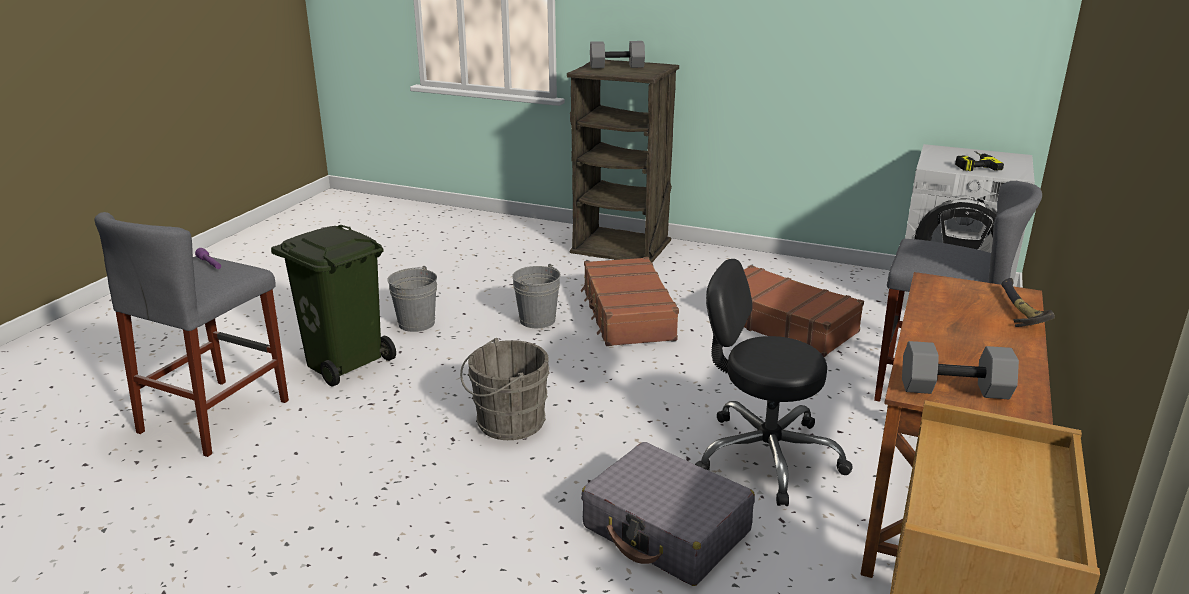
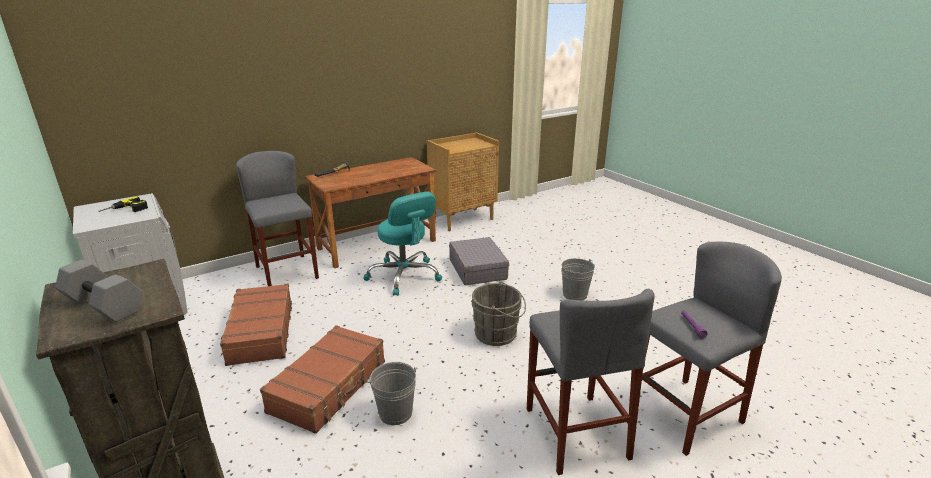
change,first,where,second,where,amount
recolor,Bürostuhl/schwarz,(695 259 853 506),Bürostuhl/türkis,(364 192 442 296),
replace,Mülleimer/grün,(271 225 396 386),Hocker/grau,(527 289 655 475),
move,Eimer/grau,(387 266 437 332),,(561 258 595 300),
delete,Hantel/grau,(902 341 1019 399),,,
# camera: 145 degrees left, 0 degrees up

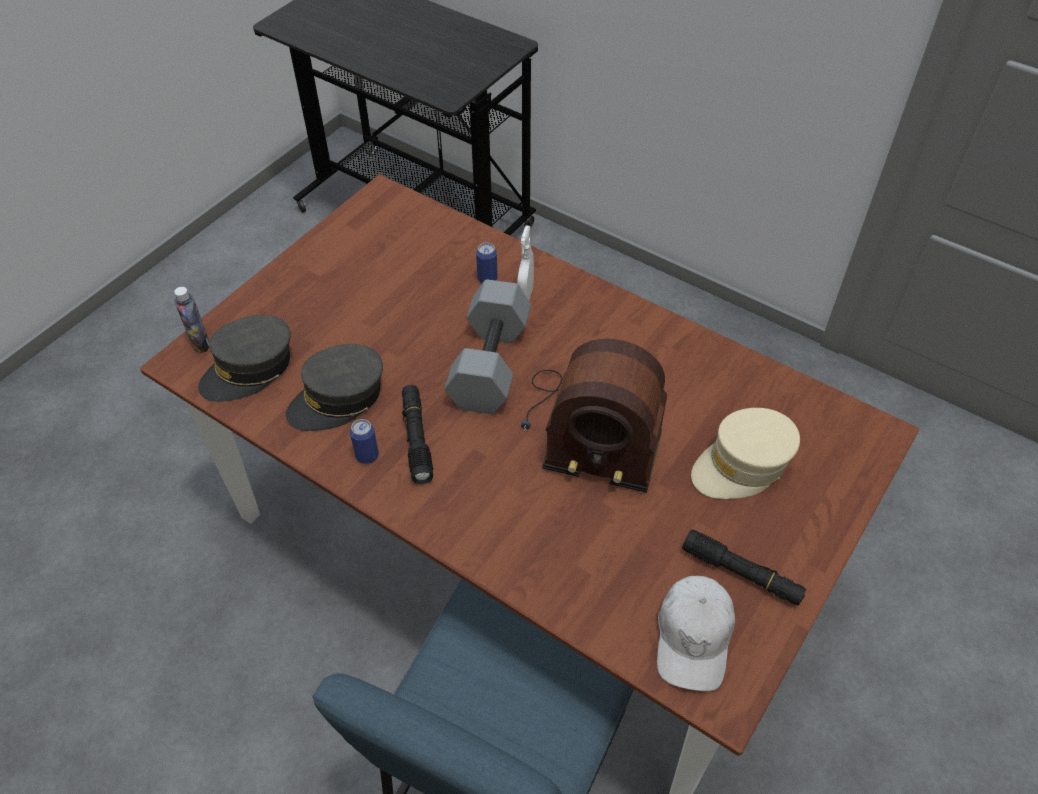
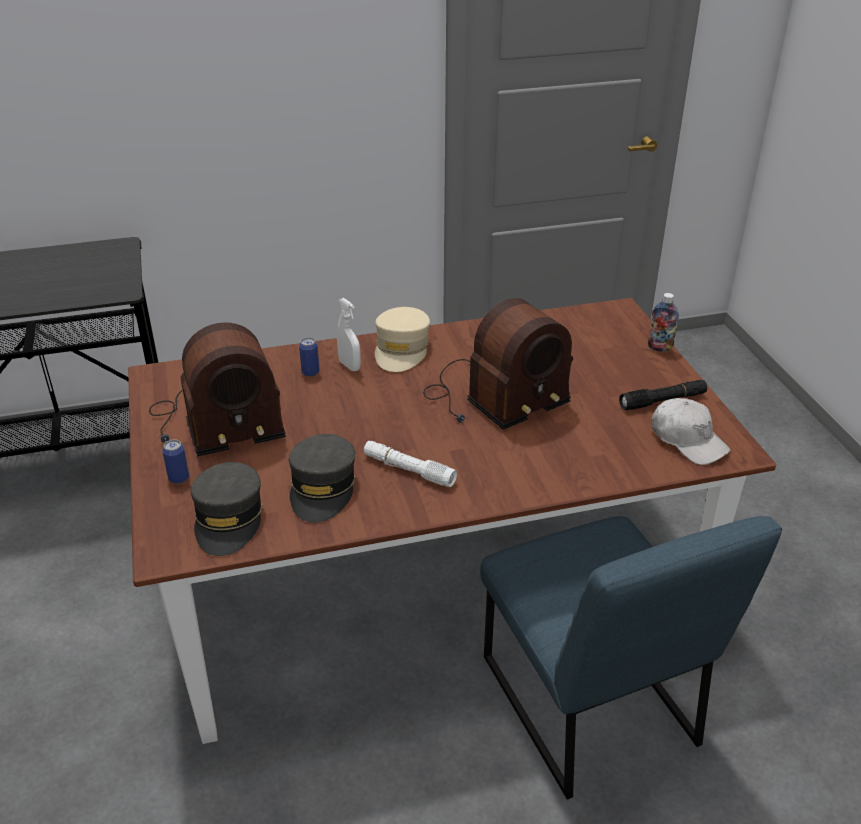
change,first,where,second,where,amount
insert,,,Radio,(149 323 286 456),
move,Dose,(350 419 379 464),,(162 439 189 484),
recolor,Taschenlampe/schwarz,(402 385 433 484),Taschenlampe/weiß,(364 441 457 487),
move,Kappe/beige,(691 408 800 499),,(375 307 430 372),
move,Flasche,(174 287 210 353),,(648 293 679 352),
delete,Hantel/grau,(444 279 531 414),,,
# camera: 50 degrees left, 15 degrees down

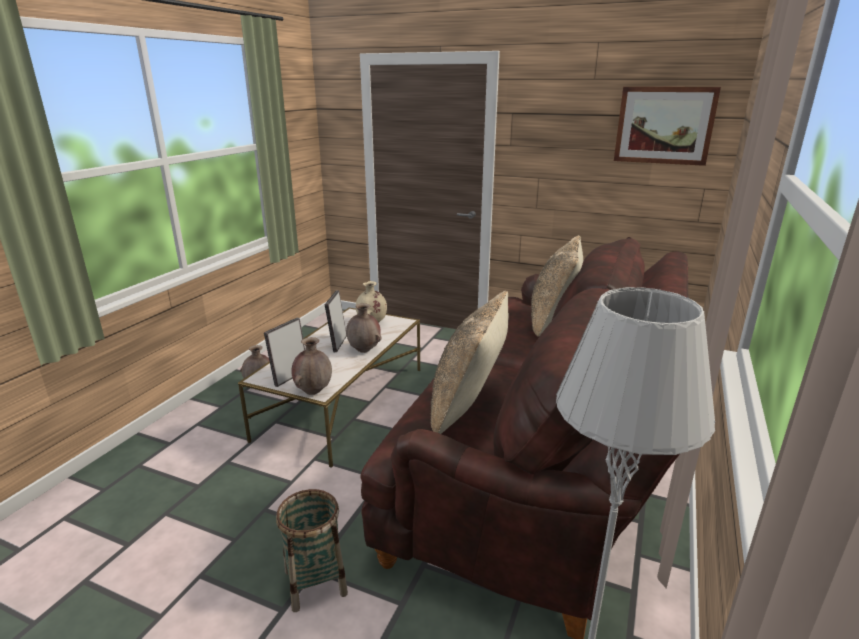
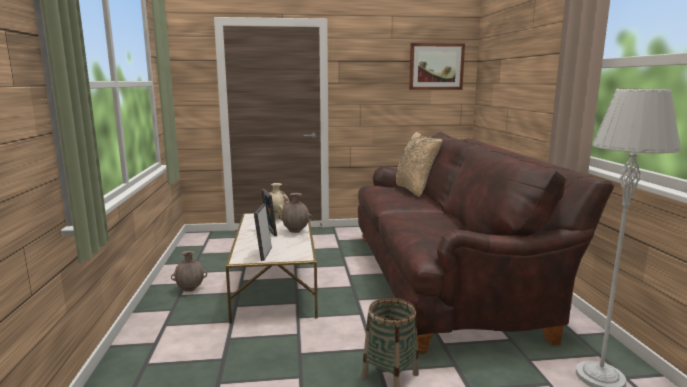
change,first,where,second,where,amount
delete,Vase/braun,(292 337 332 395),,,
delete,Kissen/beige,(430 290 508 434),,,
# camera: 30 degrees left, 10 degrees down

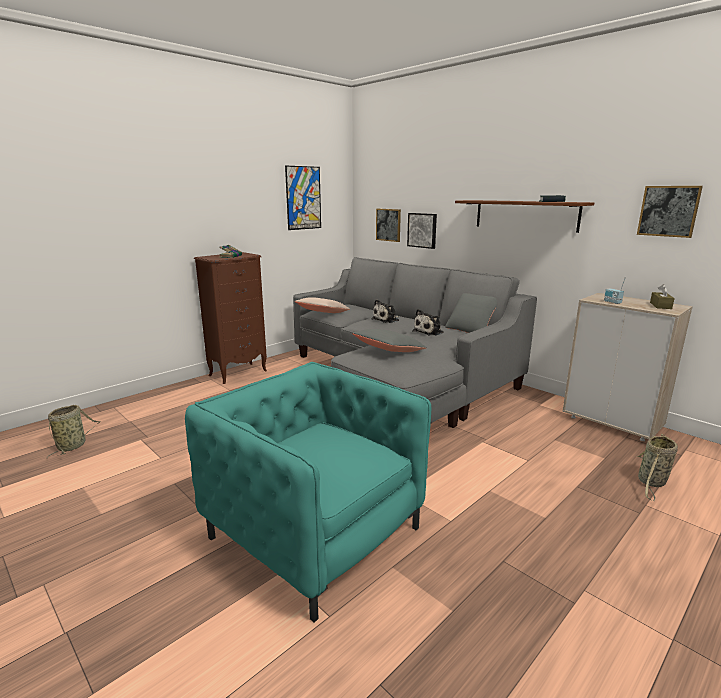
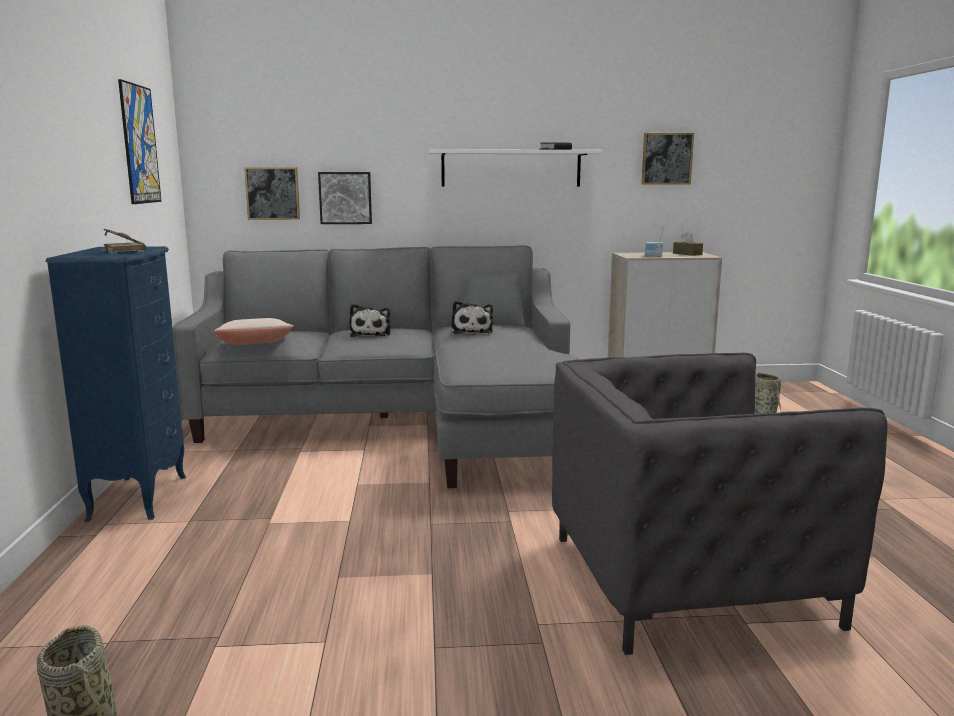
change,first,where,second,where,amount
recolor,Kommode/braun,(194 252 267 384),Kommode/blau,(46 246 186 522),
recolor,Wandregal/braun,(455 200 594 233),Wandregal/weiß,(428 149 602 187),
recolor,Sessel/türkis,(185 362 431 623),Sessel/grau,(552 353 887 655),
delete,Kissen/grau,(352 329 427 352),,,
# camera: 50 degrees left, 5 degrees down

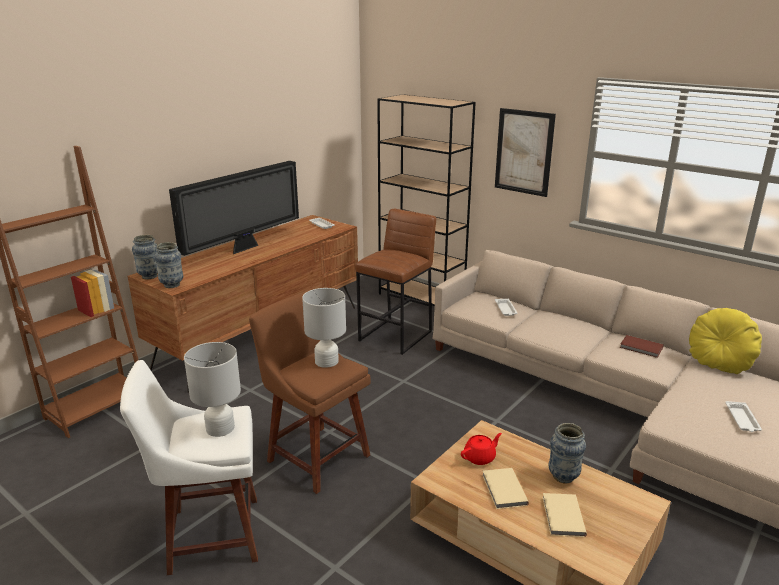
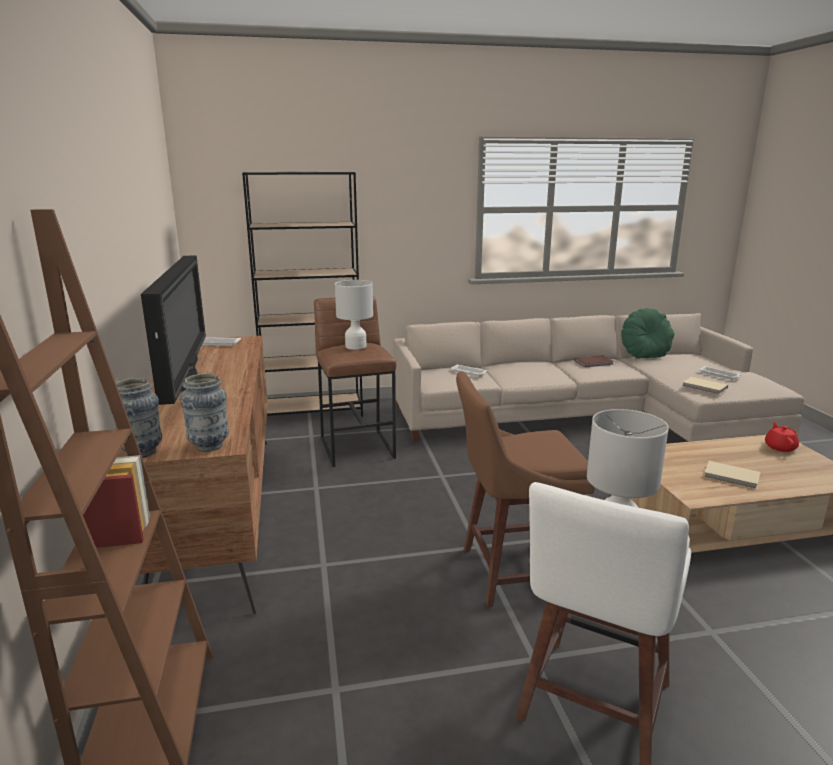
change,first,where,second,where,amount
move,Tischlampe/grau,(302 288 346 368),,(335 280 373 350),
recolor,Kissen/gelb,(689 308 762 374),Kissen/grün,(621 308 674 359),
move,Buch/beige,(542 493 587 537),,(682 377 728 394),
move,Teekanne/rot,(461 433 502 465),,(765 421 799 452),
delete,Bild,(495 108 556 197),,,
delete,Vase,(548 423 586 484),,,
# camera: 50 degrees left, 5 degrees down

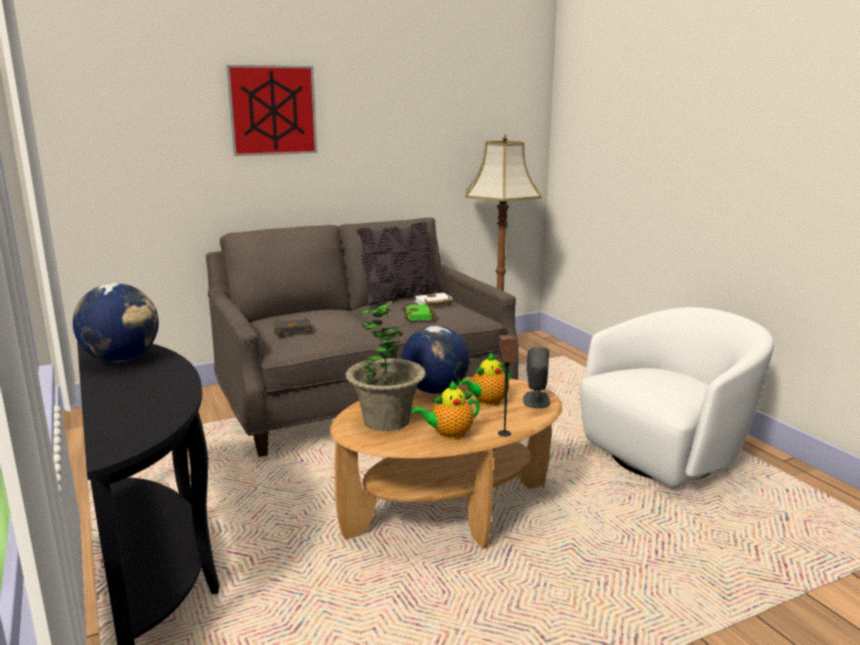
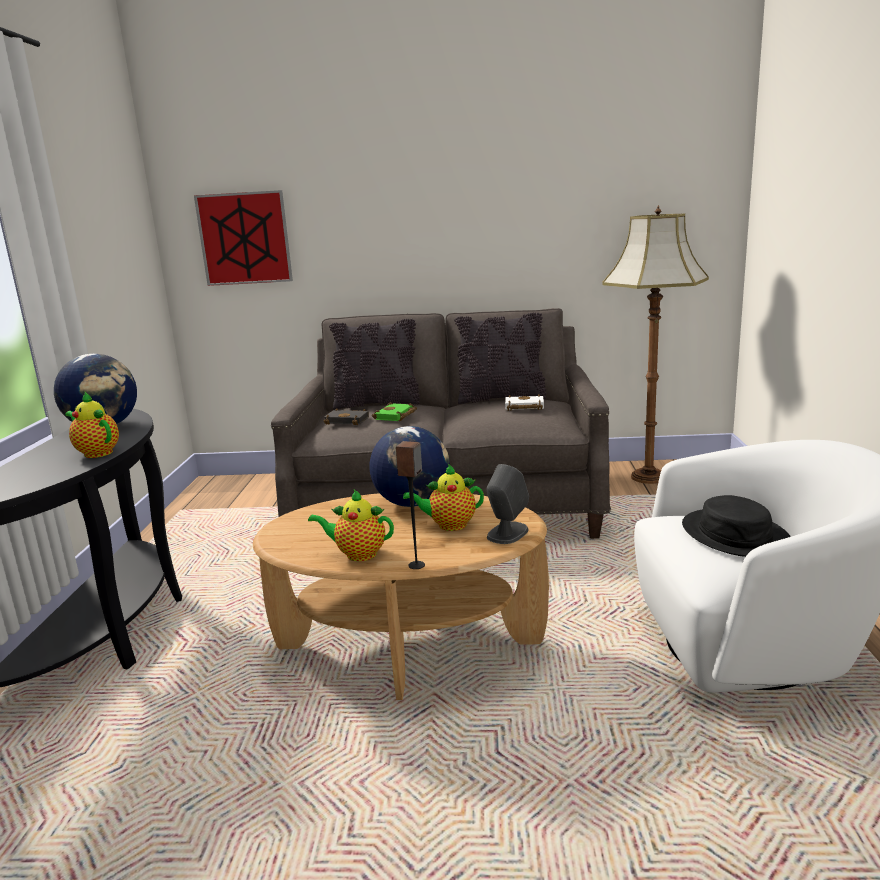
change,first,where,second,where,amount
insert,,,Teekanne,(65 392 119 458),
move,Bild,(226 65 317 156),,(194 190 293 286),
insert,,,Kissen/schwarz,(329 318 420 410),
move,Buch/grün,(402 303 436 321),,(372 402 417 421),
insert,,,Hut/schwarz,(682 495 791 557),
delete,Topfpflanze,(345 300 426 431),,,
# camera: 30 degrees right, 0 degrees up

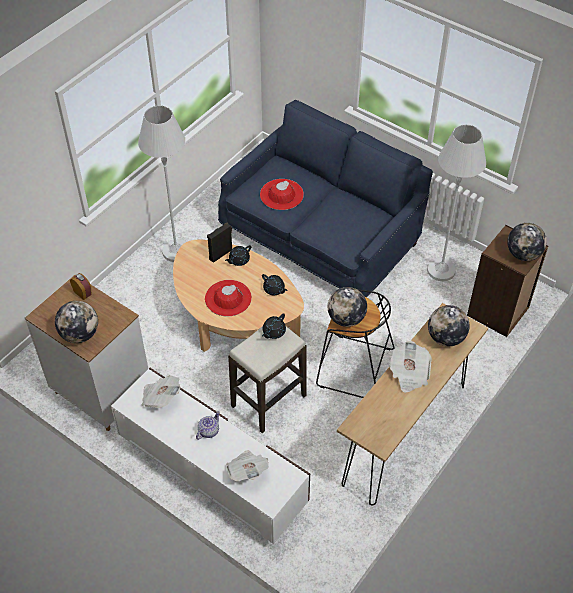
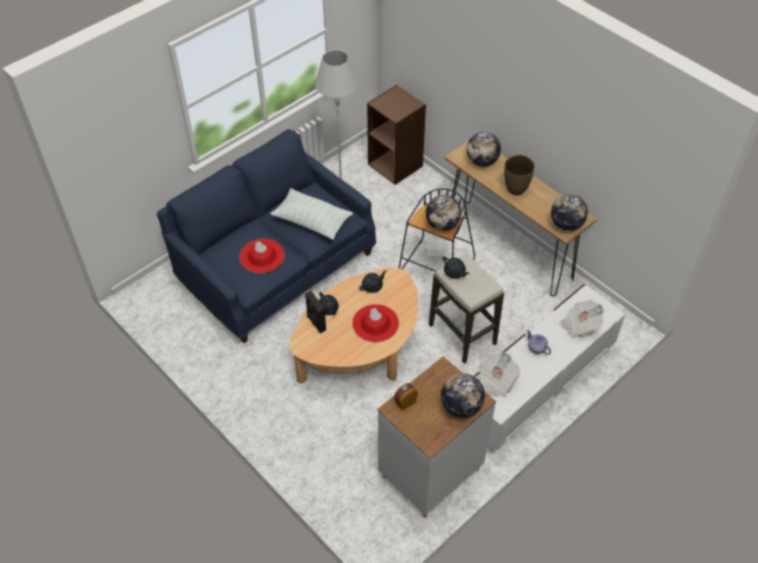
change,first,where,second,where,amount
insert,,,Kissen,(270 188 353 240),
replace,Zeitung,(389 341 432 393),Vase/braun,(504 155 535 195),
move,Globus,(507 223 547 261),,(551 194 588 231),
delete,Stehlampe/weiß,(138 105 186 262),,,
# camera: 80 degrees left, 0 degrees up

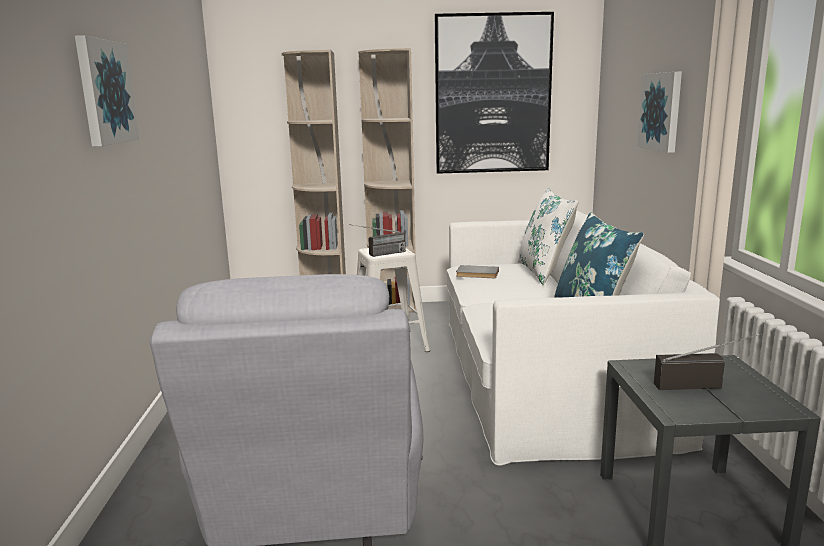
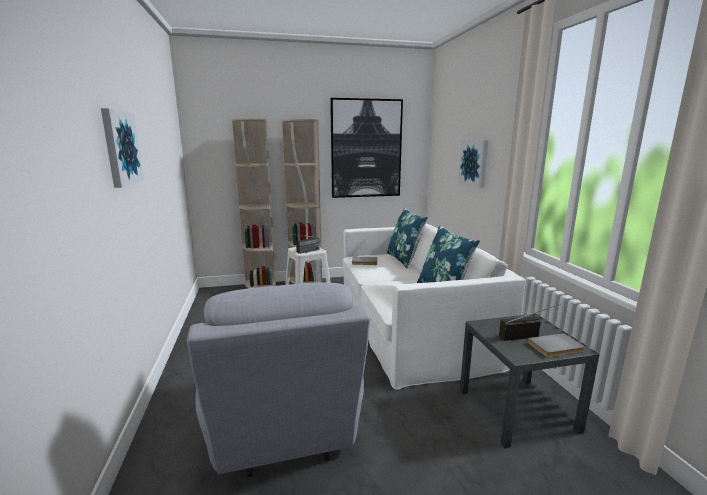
change,first,where,second,where,amount
recolor,Kissen/weiß,(518 188 579 285),Kissen/blau,(387 208 428 269),
insert,,,Buch/grau,(527 333 585 358),
# camera: 10 degrees left, 0 degrees up

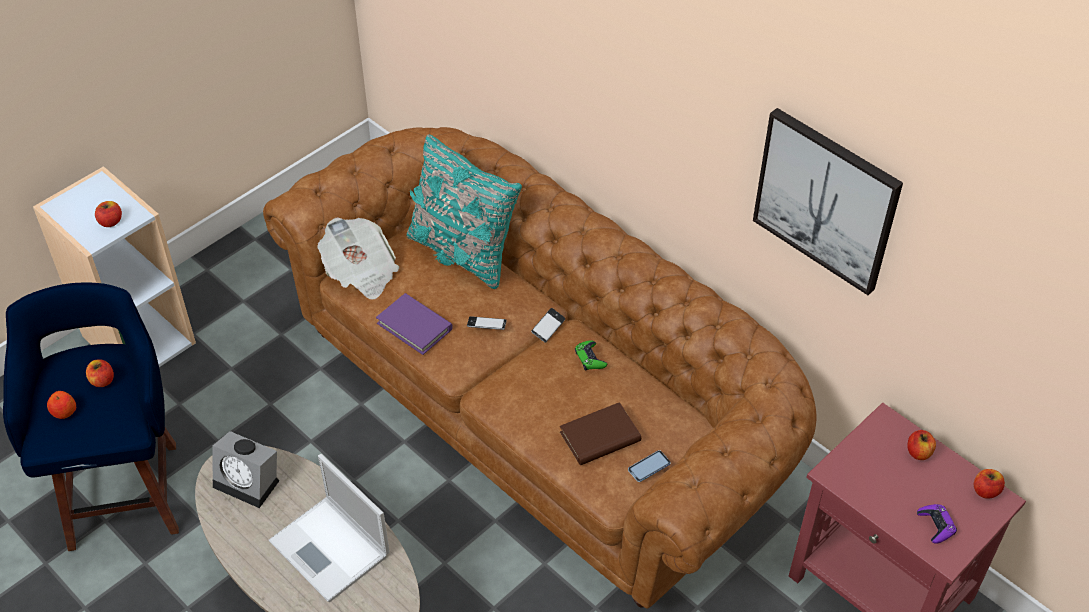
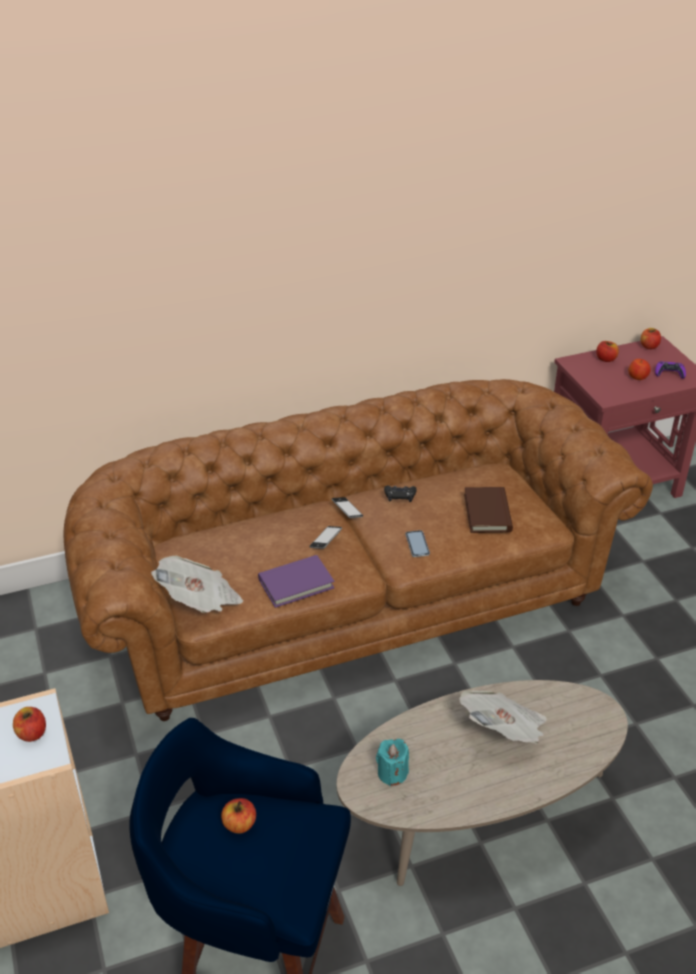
change,first,where,second,where,amount
replace,Wecker,(213 431 279 508),Kerze/türkis,(376 739 409 786),
recolor,Gamepad/grün,(575 341 607 371),Gamepad/schwarz,(384 485 417 502),
move,Handy,(628 450 671 482),,(405 530 430 557),
replace,Laptop,(269 454 390 602),Zeitung,(459 691 547 743),
move,Apfel,(47 391 76 419),,(628 359 651 380),
delete,Kissen/türkis,(406 135 522 289),,,
delete,Bild,(753 108 903 295),,,
# camera: 65 degrees left, 10 degrees down

